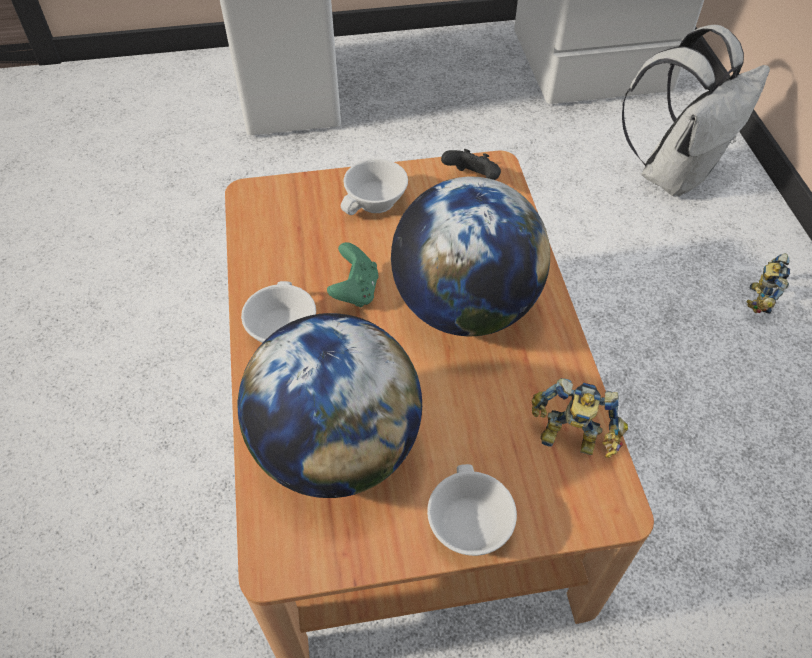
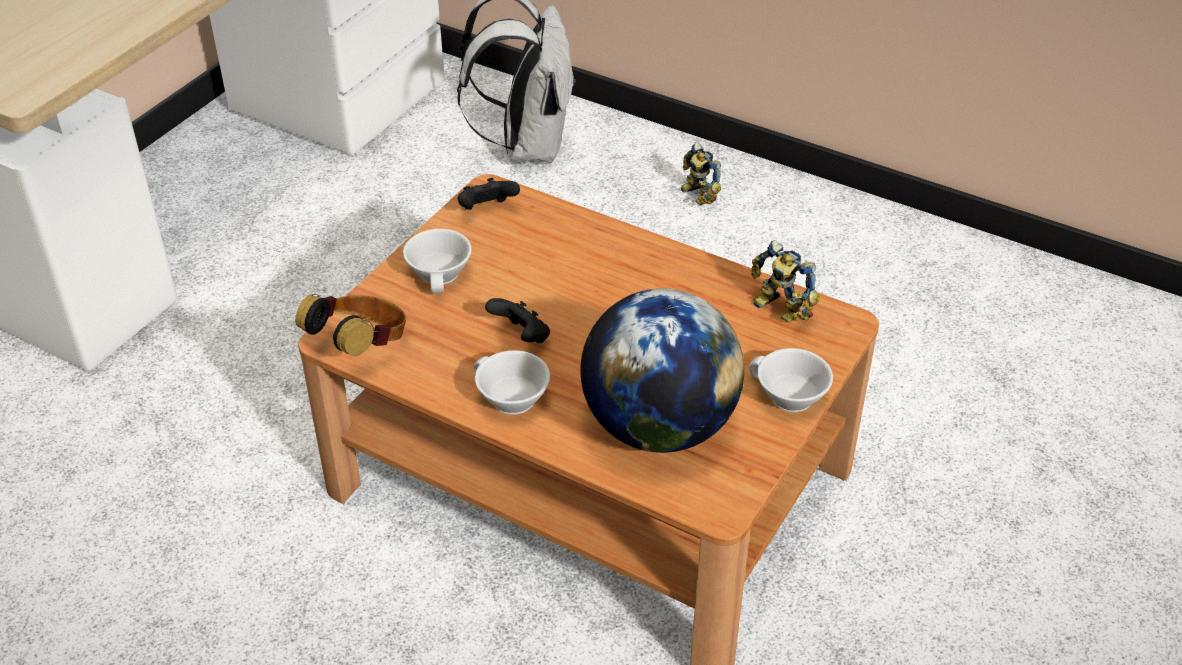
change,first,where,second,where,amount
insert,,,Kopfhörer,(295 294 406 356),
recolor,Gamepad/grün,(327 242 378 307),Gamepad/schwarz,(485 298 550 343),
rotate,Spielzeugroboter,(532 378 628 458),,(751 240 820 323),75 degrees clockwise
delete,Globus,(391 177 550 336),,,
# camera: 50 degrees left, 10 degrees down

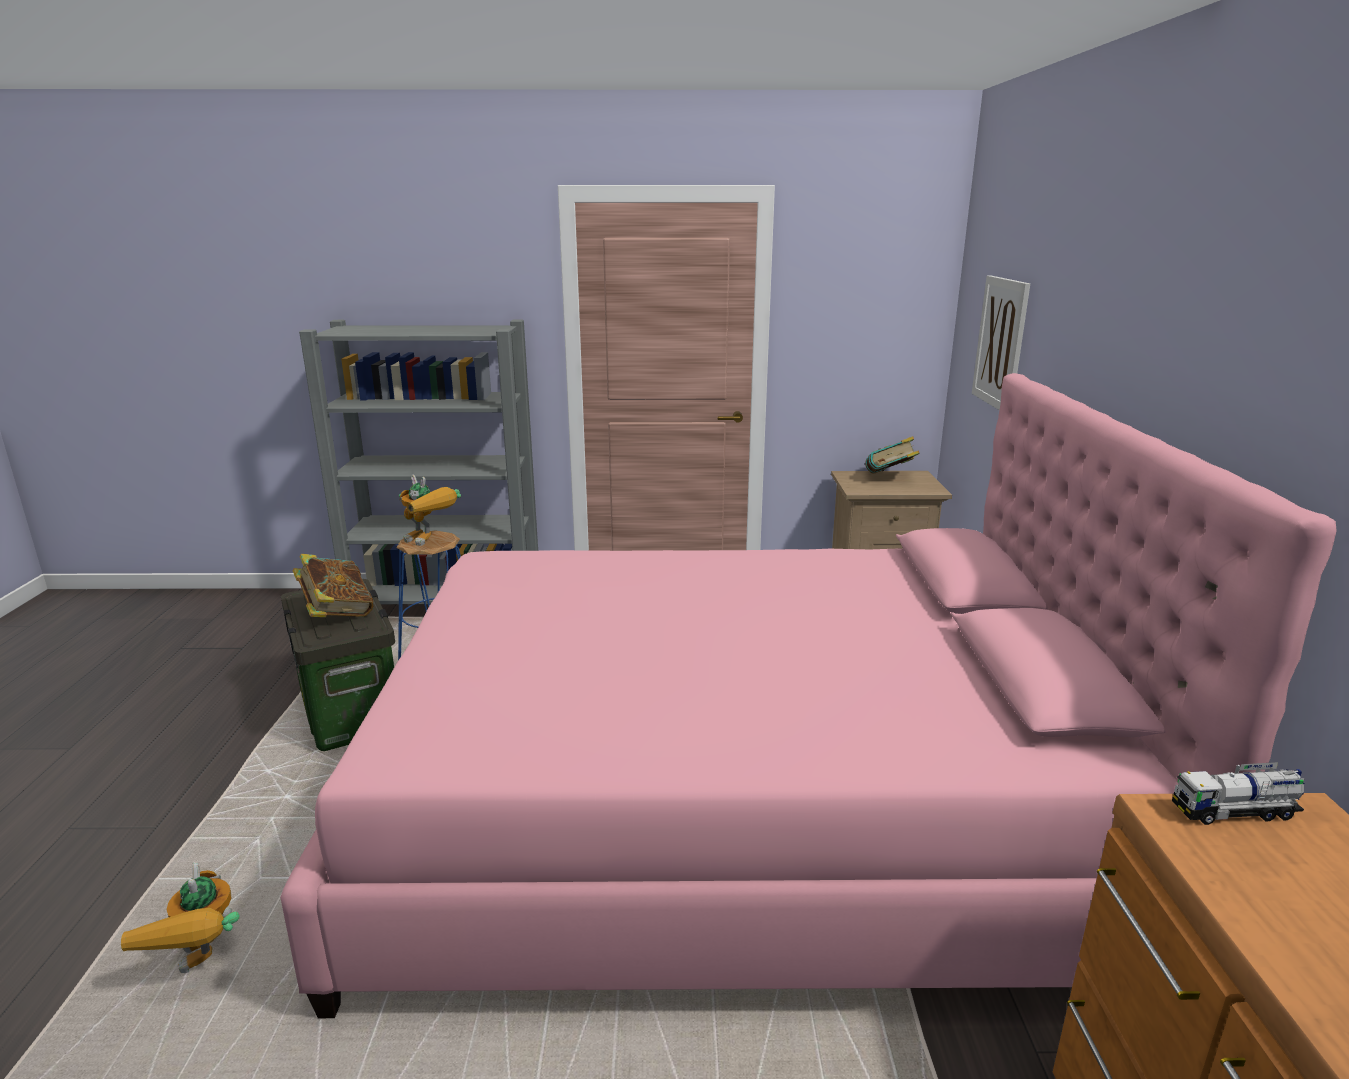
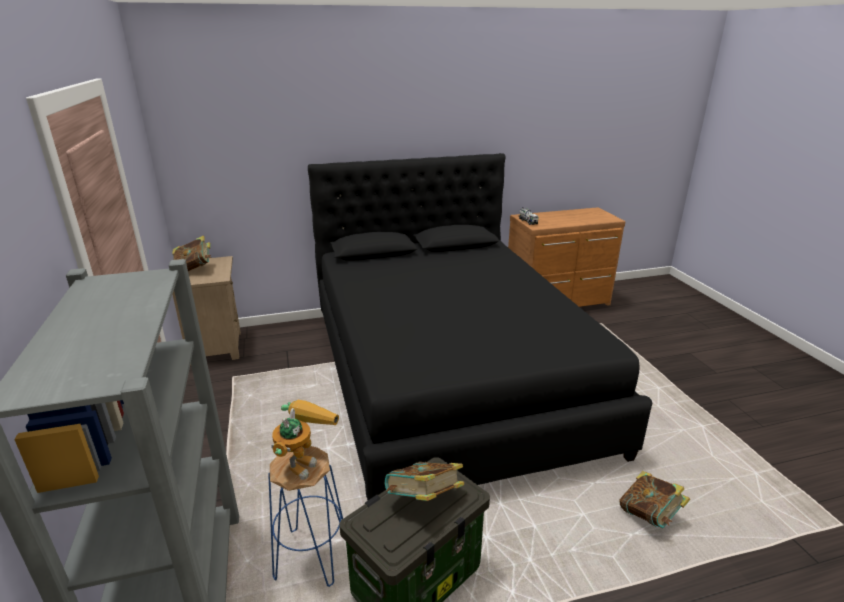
change,first,where,second,where,amount
recolor,Bett/rosa,(280 373 1336 1018),Bett/schwarz,(308 153 653 500),
replace,Spielzeugroboter,(121 862 239 973),Buch,(619 471 690 528),
delete,Bild,(972 275 1030 410),,,
# camera: 105 degrees left, 5 degrees up

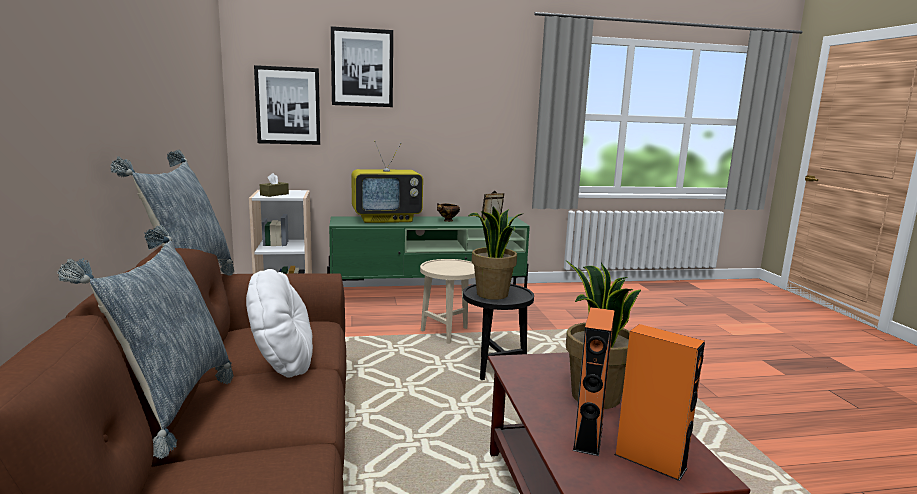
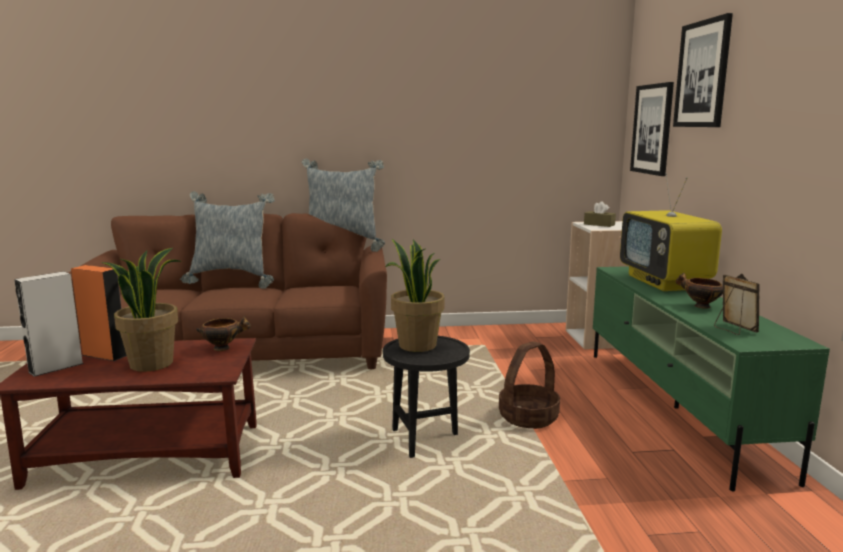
change,first,where,second,where,amount
recolor,Lautsprecher/orange,(614 324 705 481),Lautsprecher/grau,(14 271 84 377),
insert,,,Schüssel,(196 315 251 351),
replace,Beistelltisch/beige,(420 259 475 344),Korb,(499 341 560 429),
delete,Kissen/weiß,(246 269 313 378),,,
# camera: 95 degrees right, 0 degrees up

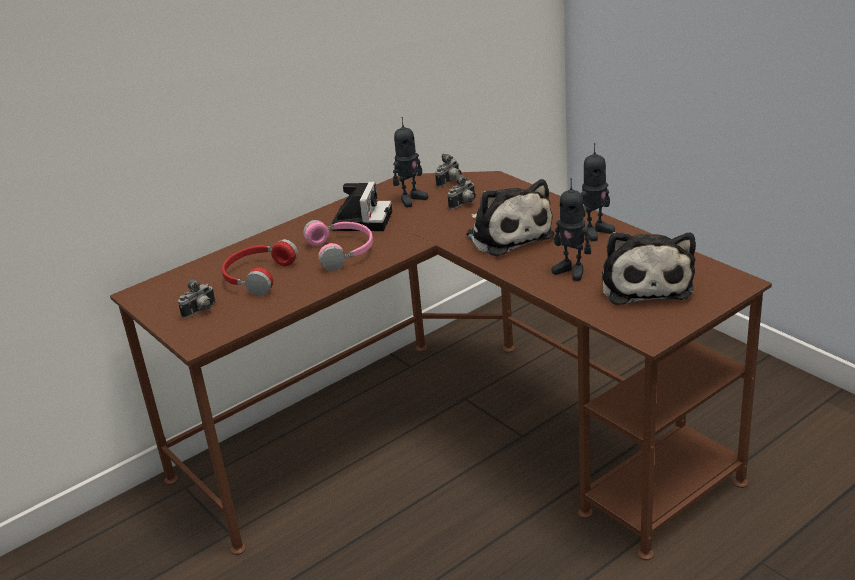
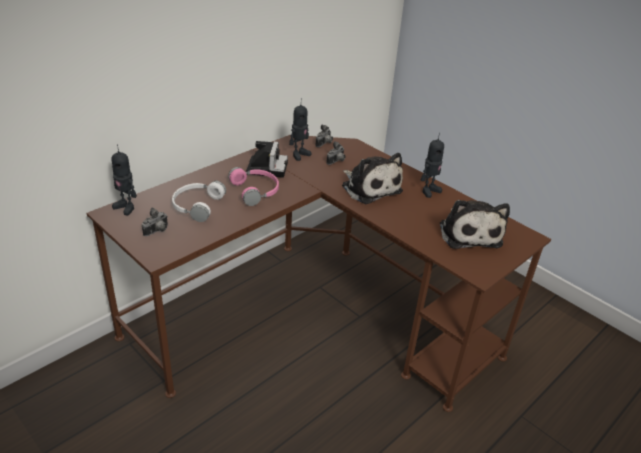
change,first,where,second,where,amount
move,Spielzeugroboter,(552 178 591 281),,(111 144 137 215),
recolor,Kopfhörer/rot,(222 239 298 296),Kopfhörer/weiß,(172 181 226 222),
# camera: 10 degrees left, 5 degrees up

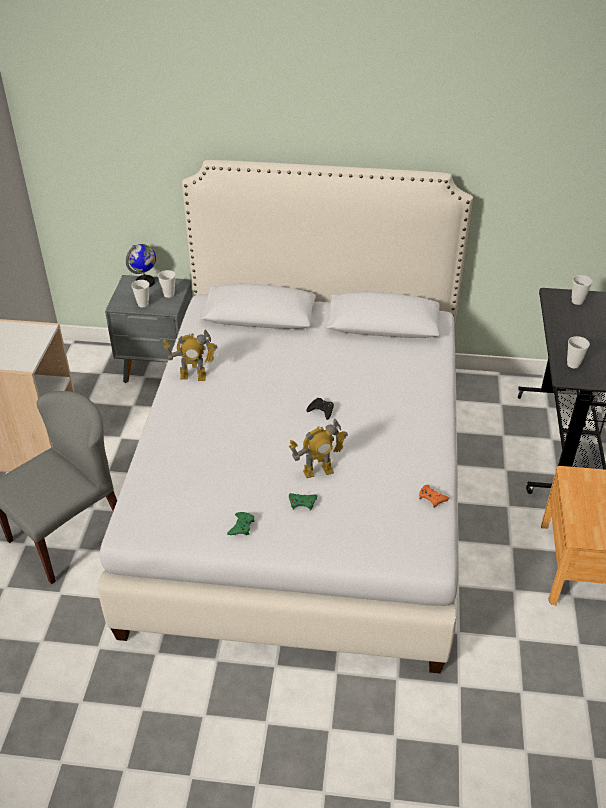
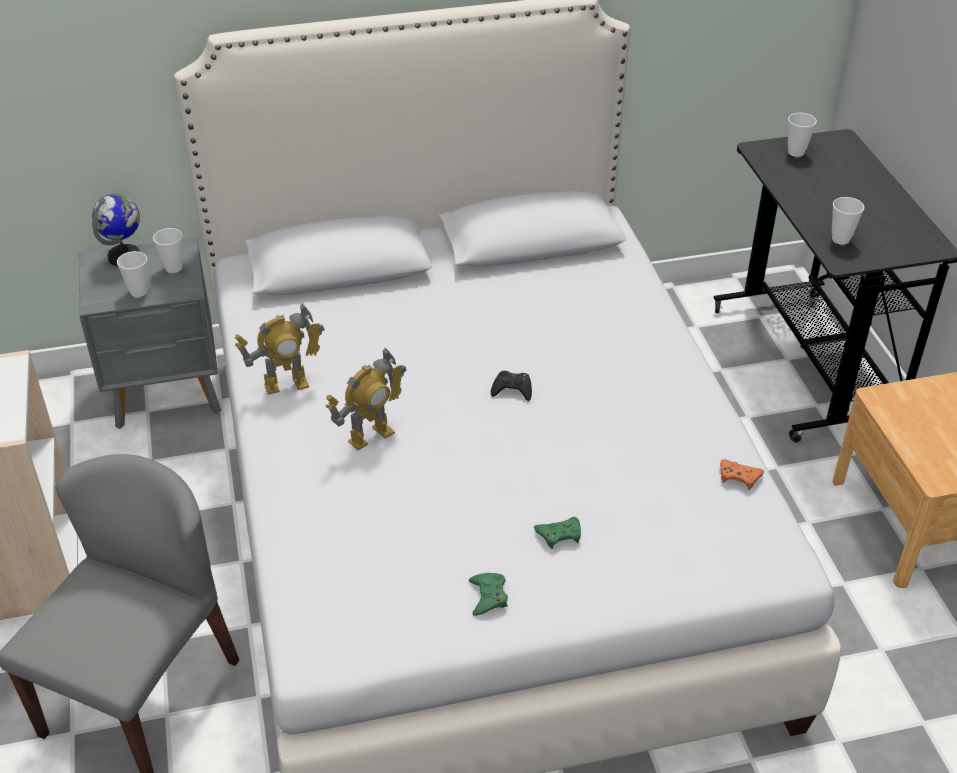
change,first,where,second,where,amount
move,Spielzeugroboter,(289 419 348 478),,(326 347 407 450),
# camera: 20 degrees left, 0 degrees up

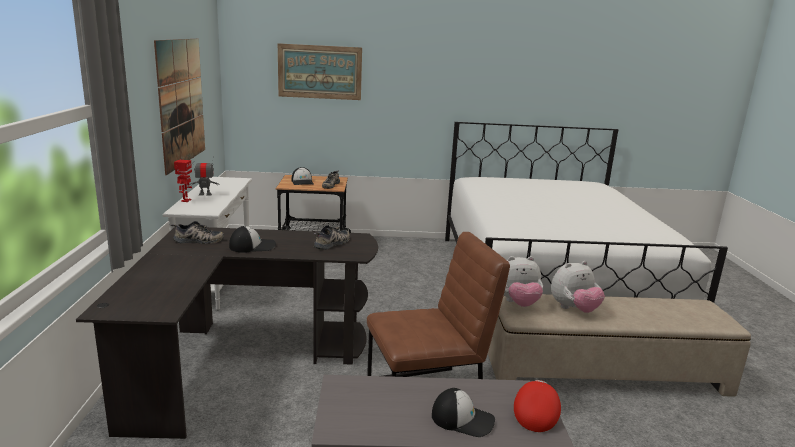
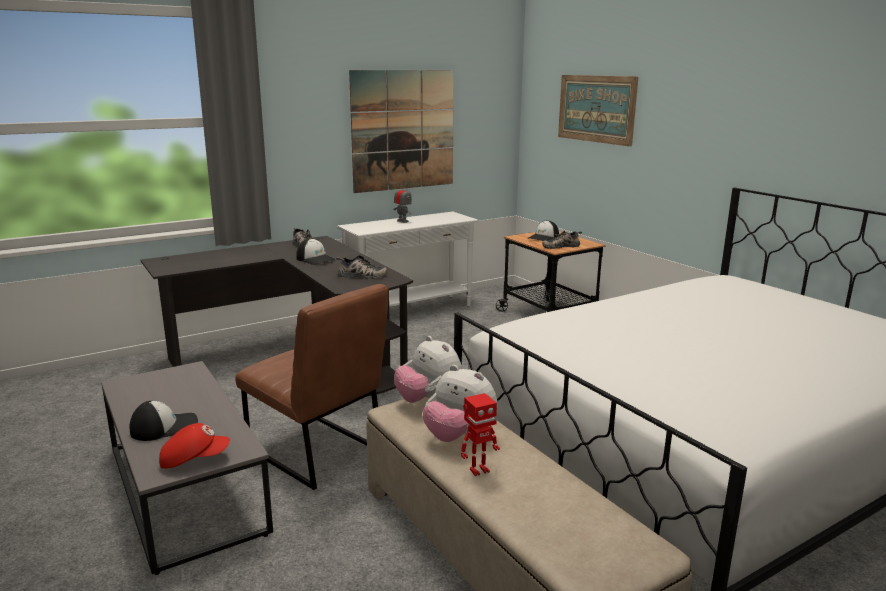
change,first,where,second,where,amount
rotate,Kappe,(432 388 495 437),,(130 401 198 441),105 degrees counterclockwise
move,Spielzeugroboter,(174 160 192 202),,(461 393 500 476),
# camera: 60 degrees right, 0 degrees up

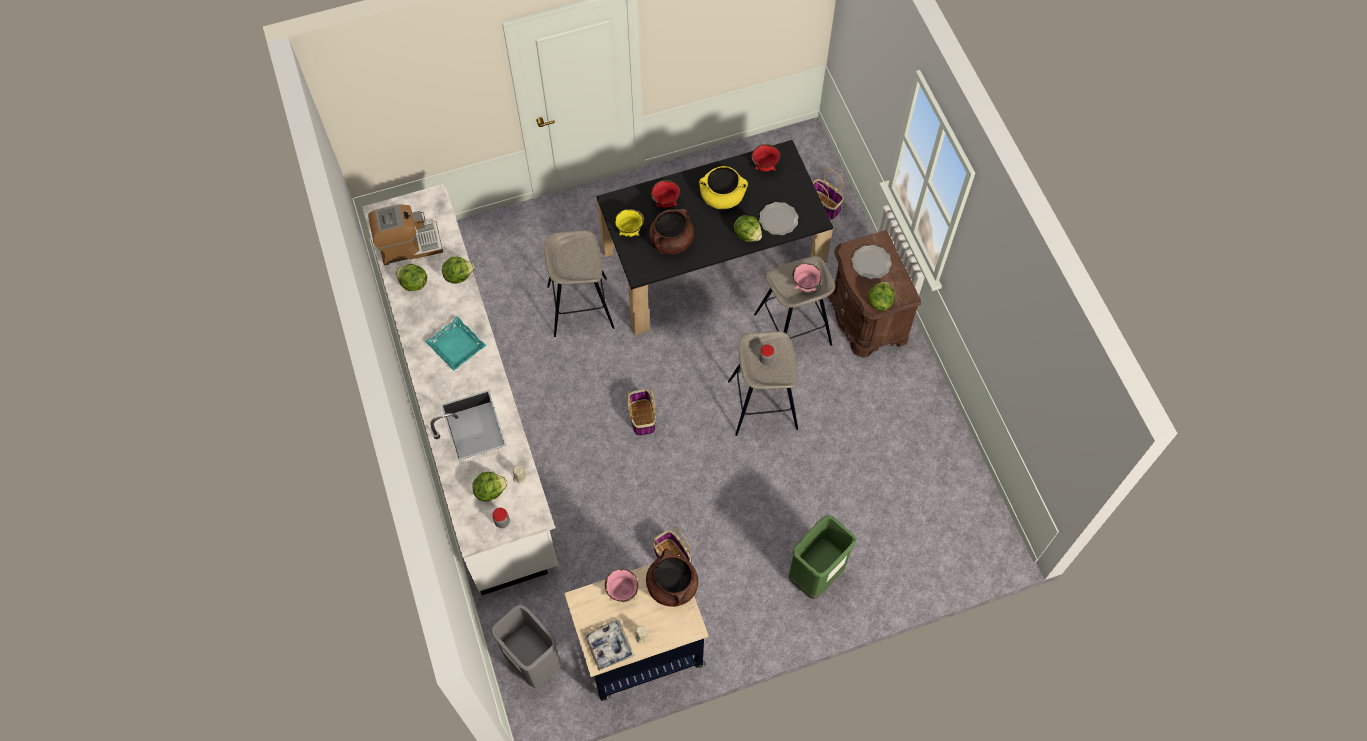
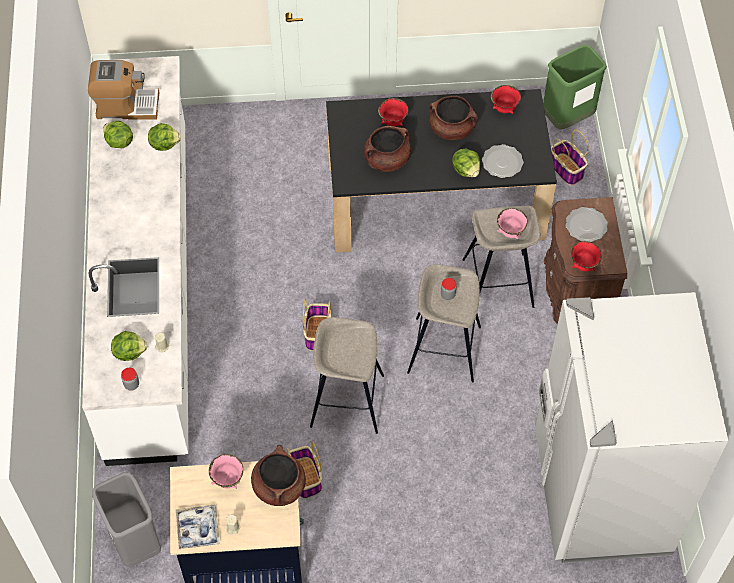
change,first,where,second,where,amount
move,Hocker/grau,(544 230 614 337),,(310 317 384 434),
recolor,Kochtopf/gelb,(699 166 748 209),Kochtopf/braun,(429 96 478 140),
insert,,,Kühlschrank/weiß,(535 292 728 563),
move,Mülleimer/grün,(788 515 856 599),,(543 45 607 130),
replace,Salatkopf,(868 281 894 311),Schüssel/rot,(571 241 602 271),
delete,Tablett/türkis,(425 317 486 371),,,
delete,Schüssel/gelb,(615 209 644 237),,,
# camera: 15 degrees right, 5 degrees down

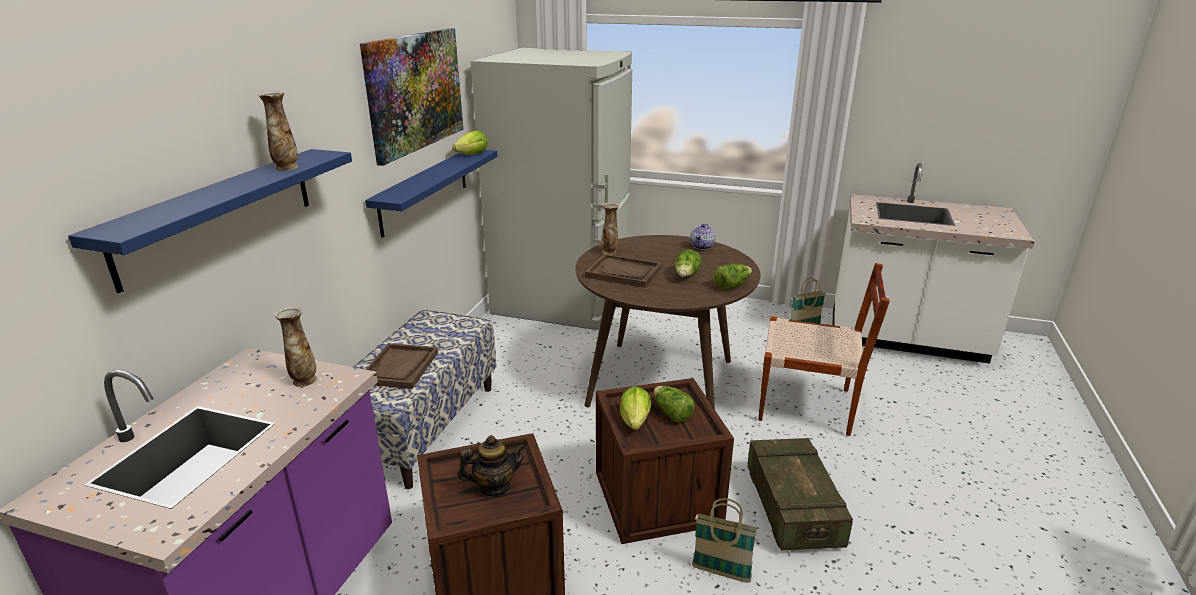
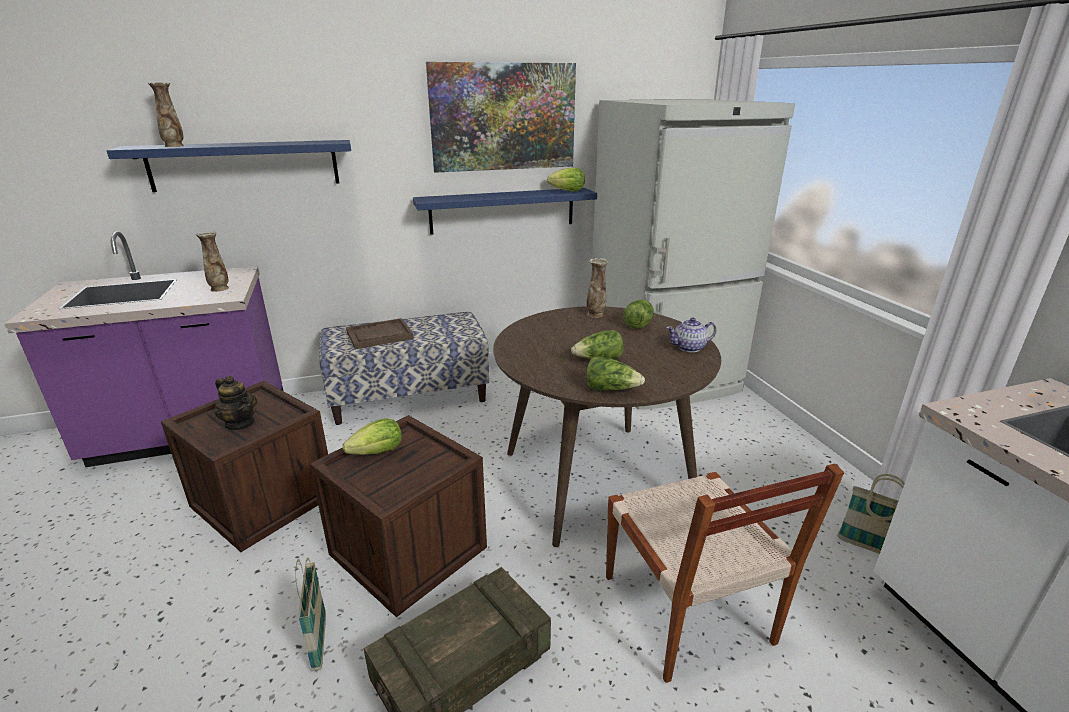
change,first,where,second,where,amount
move,Vase,(258 91 299 171),,(148 82 184 147),
move,Salatkopf,(654 386 695 422),,(623 300 654 329),
delete,Tablett/braun,(585 254 662 288),,,
# camera: 55 degrees right, 0 degrees up

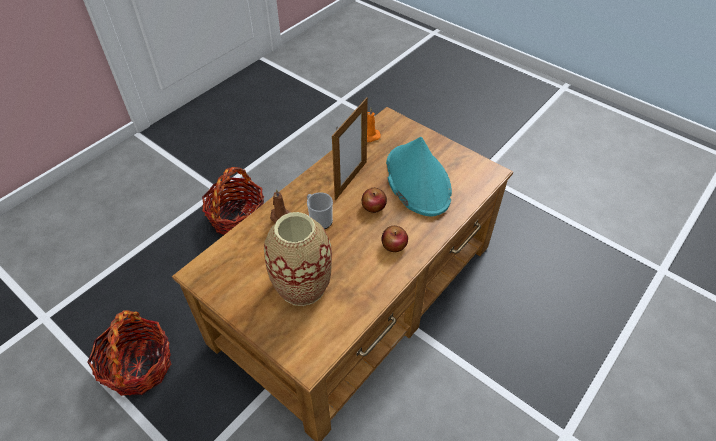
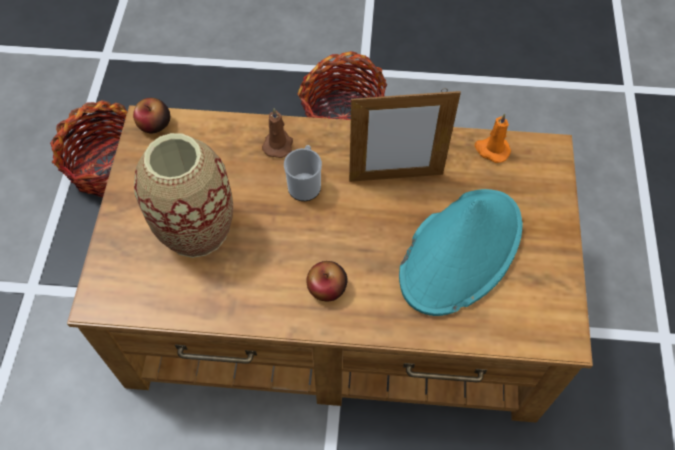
change,first,where,second,where,amount
move,Apfel,(362 188 387 213),,(133 98 170 134),
# camera: 55 degrees right, 10 degrees up

